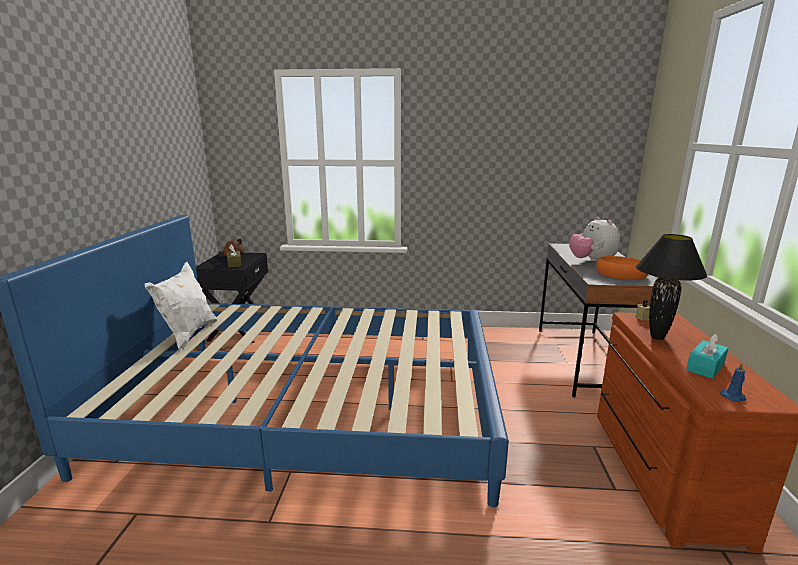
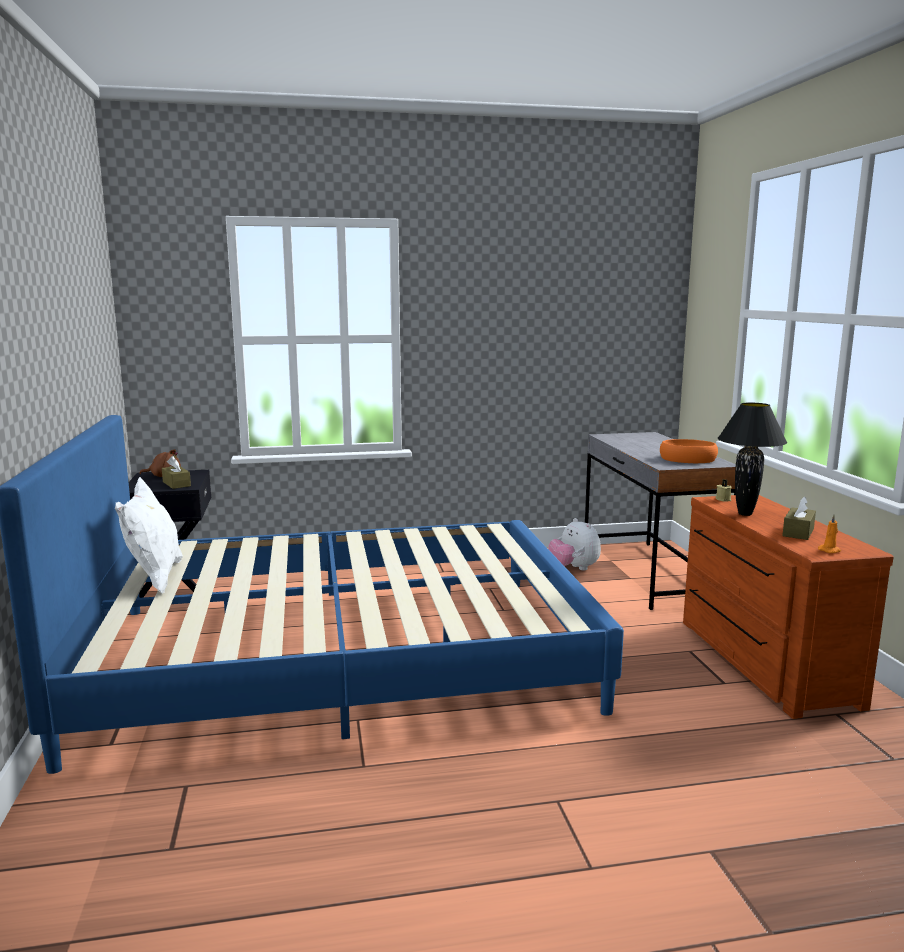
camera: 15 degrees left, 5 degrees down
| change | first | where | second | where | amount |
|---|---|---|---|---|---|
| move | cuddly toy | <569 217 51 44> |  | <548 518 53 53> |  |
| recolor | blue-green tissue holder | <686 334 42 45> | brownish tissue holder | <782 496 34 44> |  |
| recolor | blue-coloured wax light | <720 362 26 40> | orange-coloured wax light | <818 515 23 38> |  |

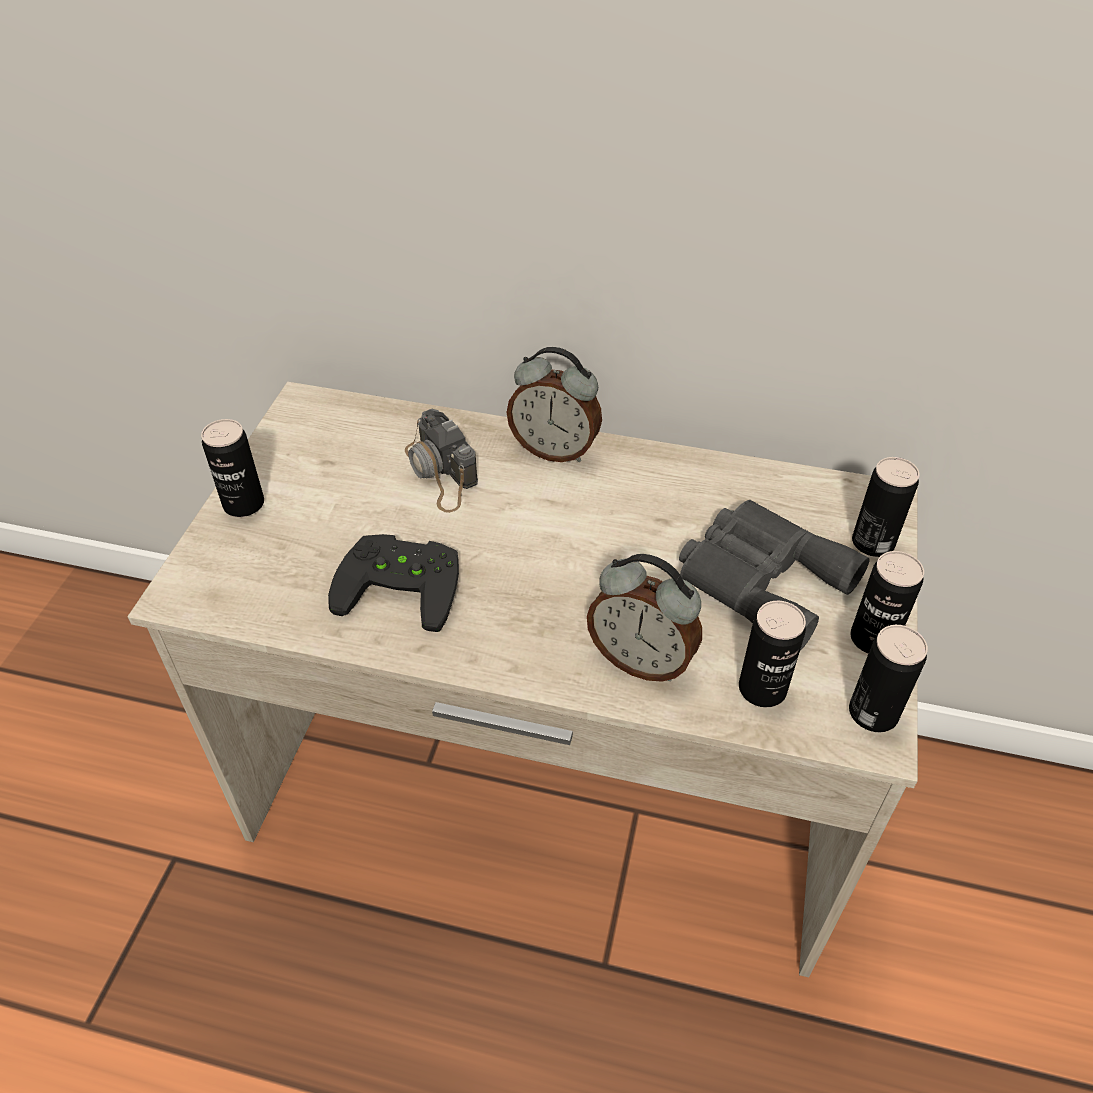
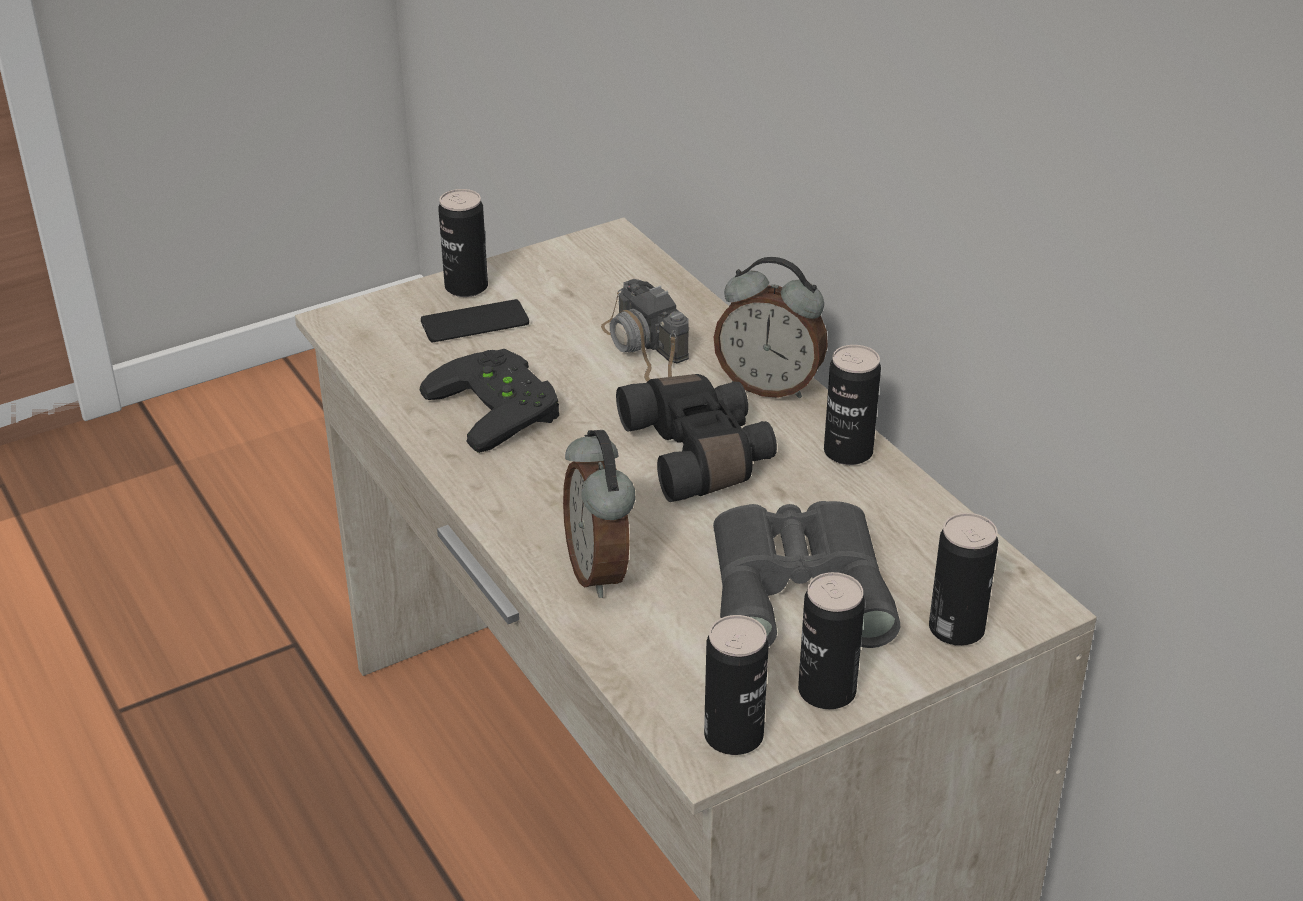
camera: 45 degrees right, 10 degrees down
| change | first | where | second | where | amount |
|---|---|---|---|---|---|
| rotate | still camera | <405 409 73 104> |  | <601 279 88 103> | 45 degrees counterclockwise |
| rotate | bedside clock | <507 347 95 115> |  | <714 257 114 141> | 45 degrees counterclockwise |
| move | sealed can | <739 601 67 106> |  | <824 345 57 120> |  |
| insert |  |  | handset | <421 299 108 43> |  |
| insert |  |  | black binoculars | <616 374 161 128> |  |

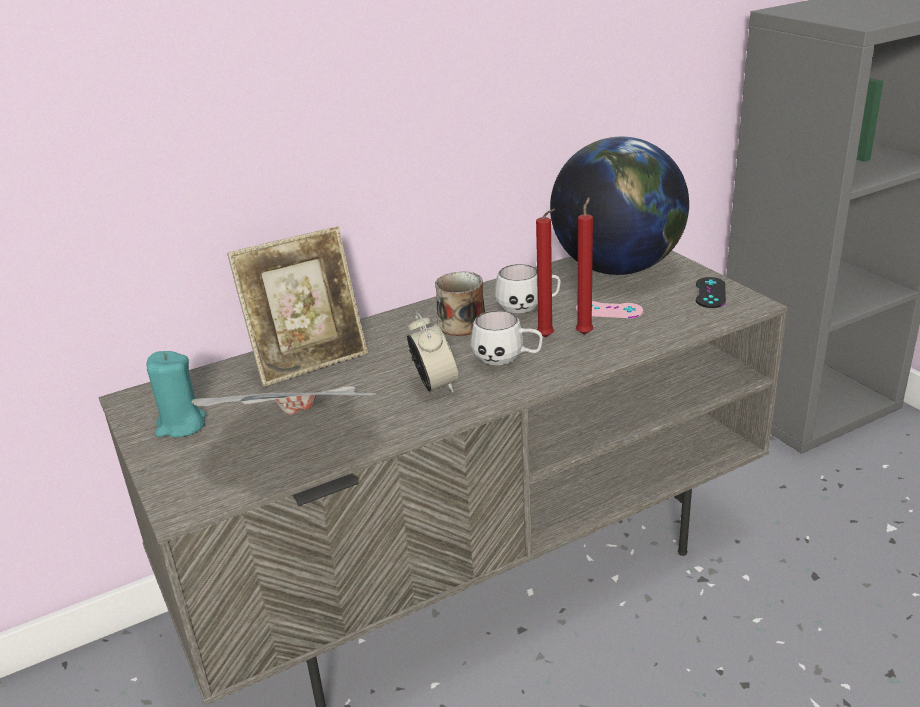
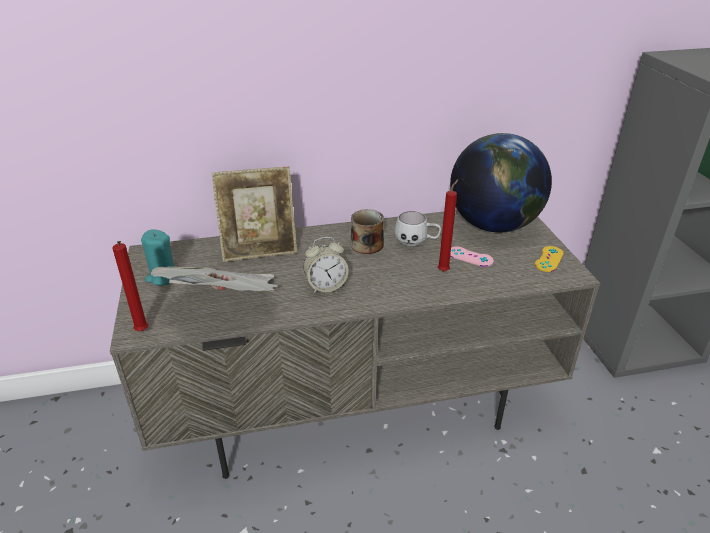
camera: 15 degrees right, 5 degrees up
| change | first | where | second | where | amount |
|---|---|---|---|---|---|
| rotate | bedside clock | <407 312 52 81> |  | <303 237 45 56> | 75 degrees clockwise |
| delete | whitish coffee mug | <471 310 72 55> |  |  |  |
| move | red wax light | <536 209 19 128> |  | <112 241 36 90> |  |
| recolor | black game controller | <696 277 30 31> | yellow-coloured game controller | <535 246 29 26> |  |

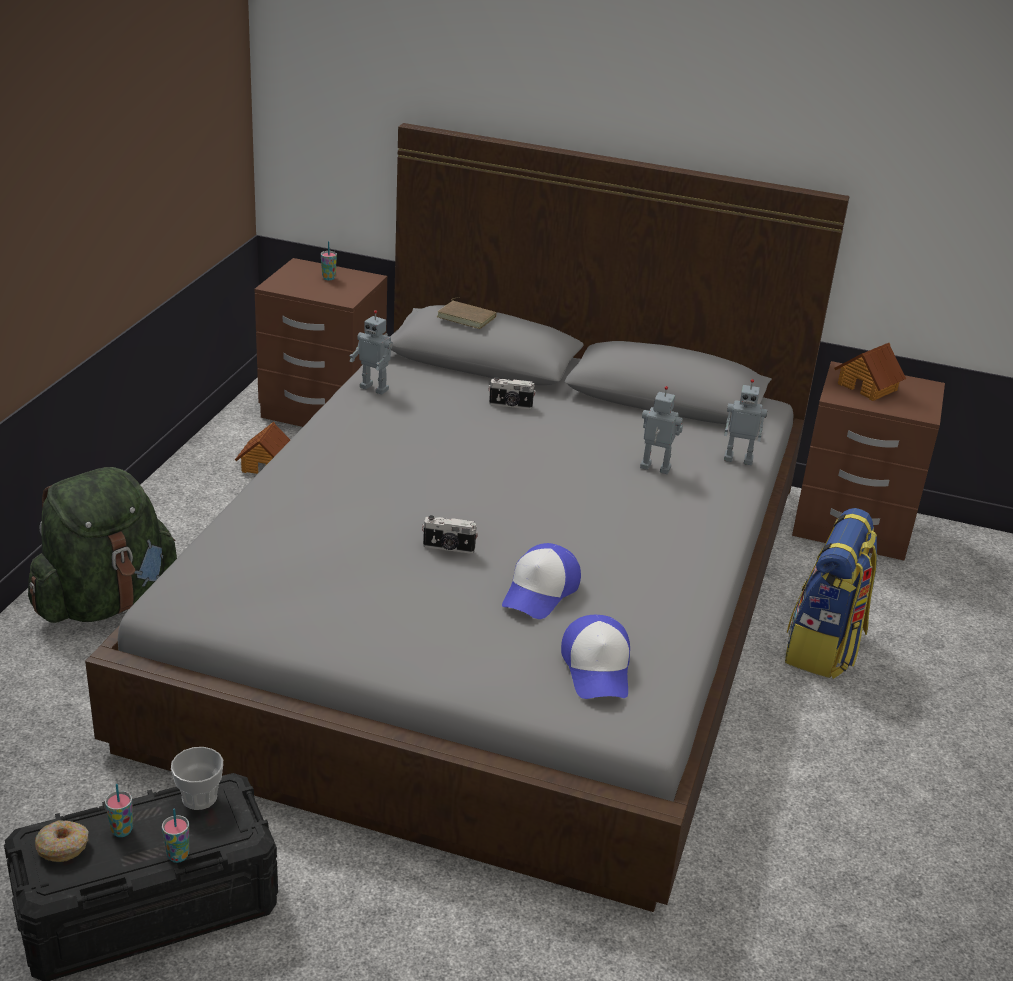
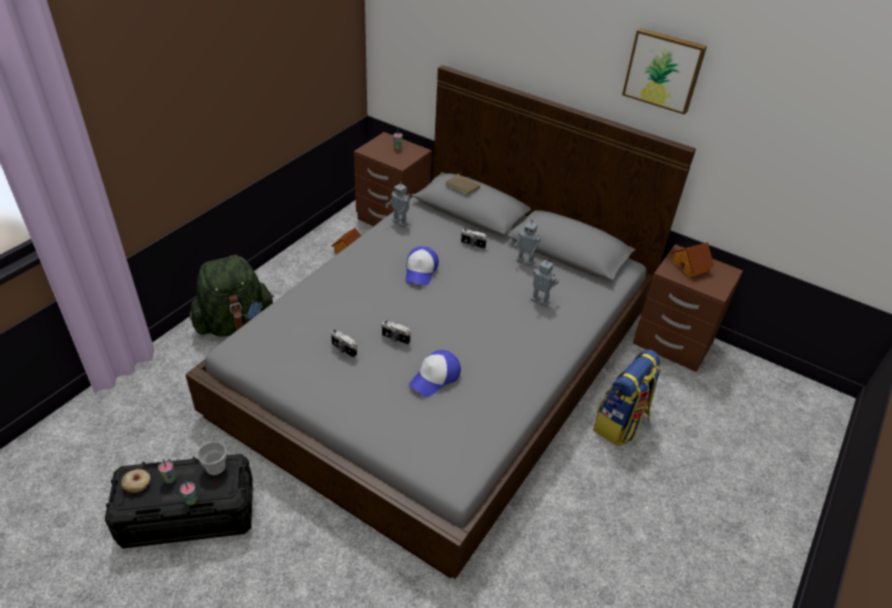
camera: 15 degrees right, 10 degrees up
| change | first | where | second | where | amount |
|---|---|---|---|---|---|
| move | peaked cap | <561 615 69 84> |  | <405 246 34 40> |  |
| move | robot figure | <724 379 44 86> |  | <514 220 27 47> |  |
| insert |  |  | still camera | <331 329 26 29> |  |
| insert |  |  | picture | <622 28 85 87> |  |

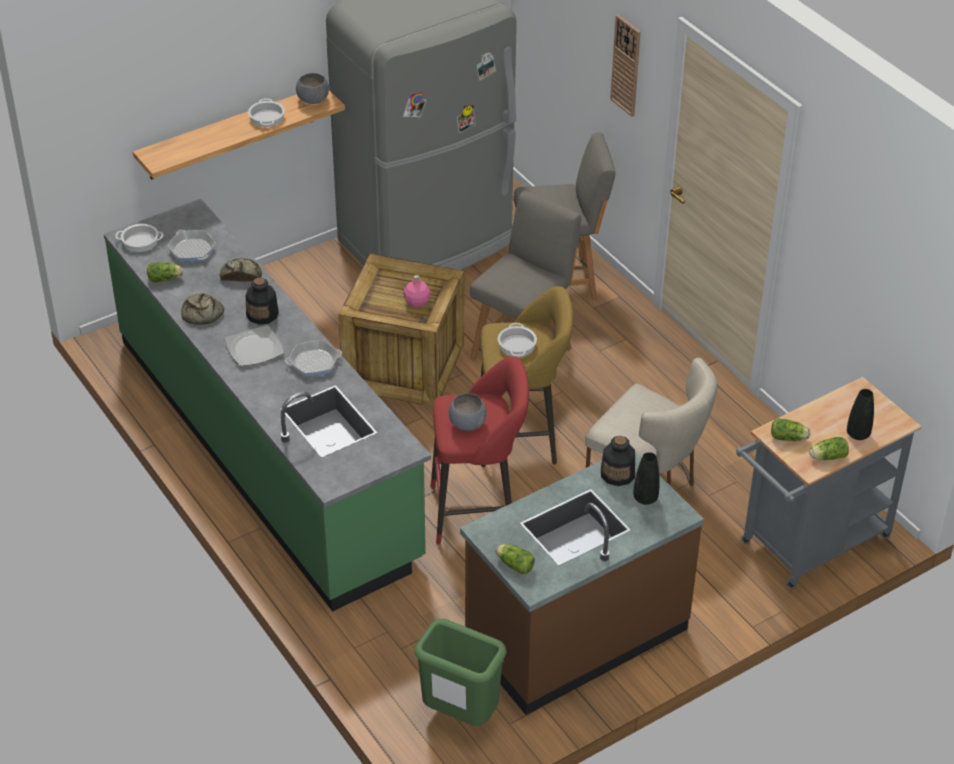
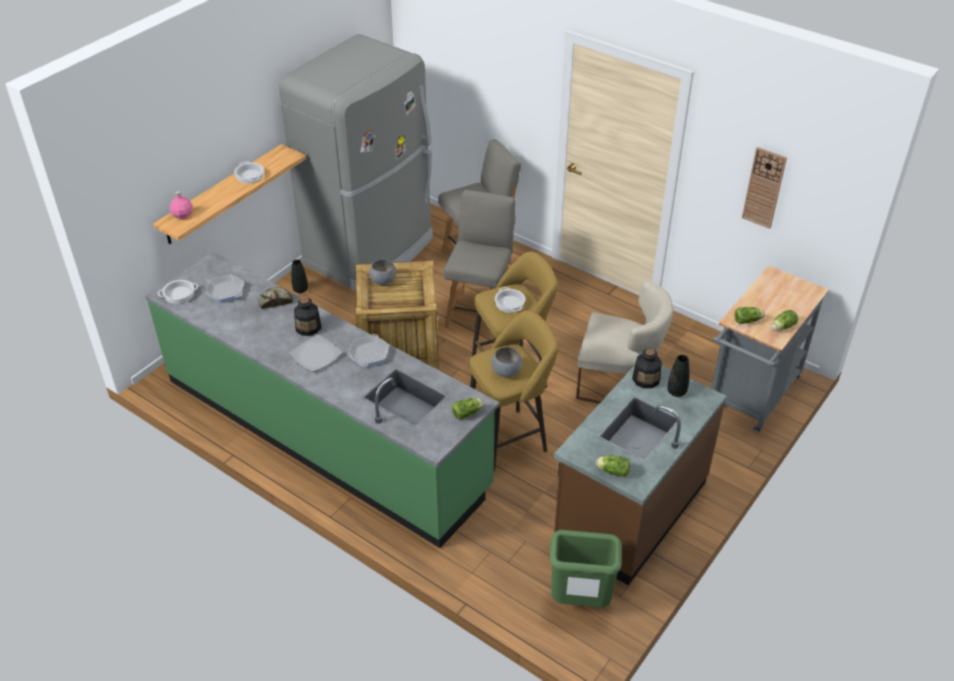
camera: 20 degrees left, 0 degrees up
| change | first | where | second | where | amount |
|---|---|---|---|---|---|
| move | lettuce | <147 262 36 20> |  | <452 398 32 21> |  |
| delete | baked bread | <181 293 43 32> |  |  |  |
| rotate | pan | <285 340 57 37> |  | <348 334 41 33> | 135 degrees clockwise |
| move | greyish deep dish | <296 73 33 31> |  | <369 260 27 25> |  |
| move | pink-coloured beverage bottle | <403 275 28 32> |  | <170 191 23 28> |  |
| recolor | red stool | <430 356 99 188> | yellow-coloured stool | <469 310 89 161> |  |
| move | clock on the wall | <610 15 31 102> |  | <742 147 45 82> |  |
| move | black vase | <847 389 27 51> |  | <291 260 17 33> |  |

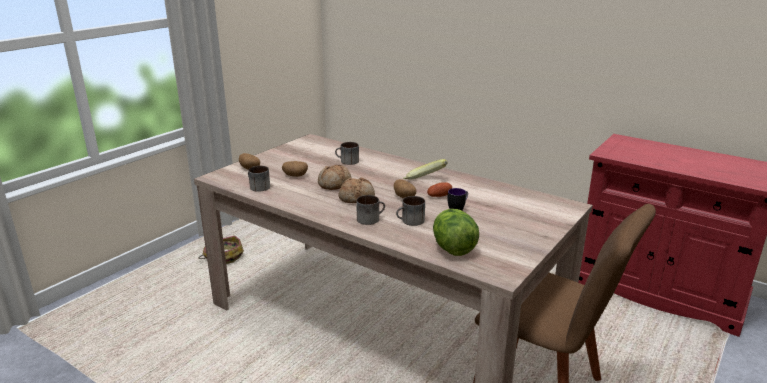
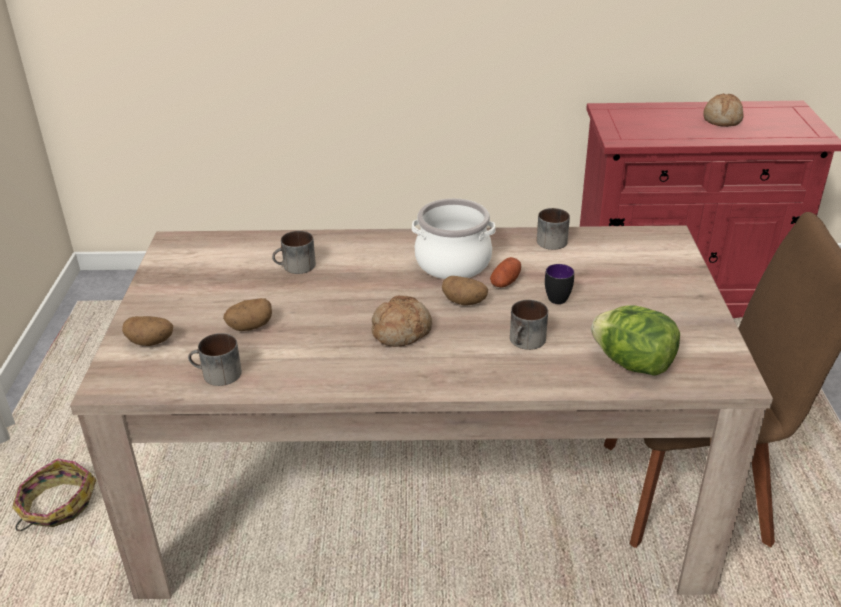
camera: 35 degrees left, 10 degrees up
| change | first | where | second | where | amount |
|---|---|---|---|---|---|
| move | baked bread | <318 165 33 25> |  | <703 93 41 34> |  |
| move | coffee mug | <356 195 29 30> |  | <537 208 33 42> |  |
| replace | banana fruit | <403 159 44 21> | saucepot | <412 198 84 81> |  |

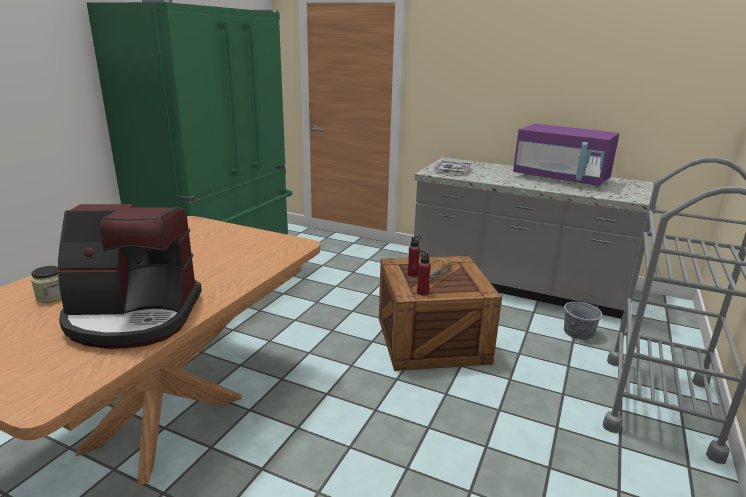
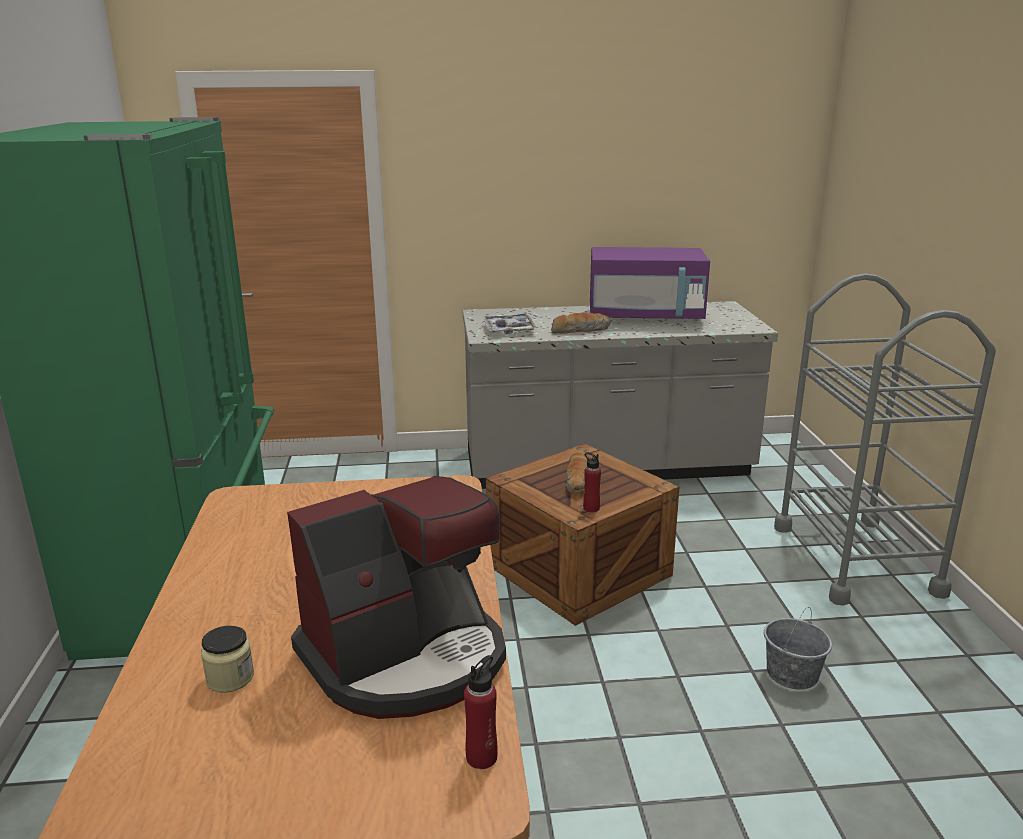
camera: 30 degrees left, 0 degrees up
| change | first | where | second | where | amount |
|---|---|---|---|---|---|
| move | red beverage bottle | <408 236 13 41> |  | <464 655 34 114> |  |
| move | greyish pail | <564 294 39 46> |  | <764 607 68 83> |  |
| insert |  |  | baked bread | <551 312 60 22> |  |

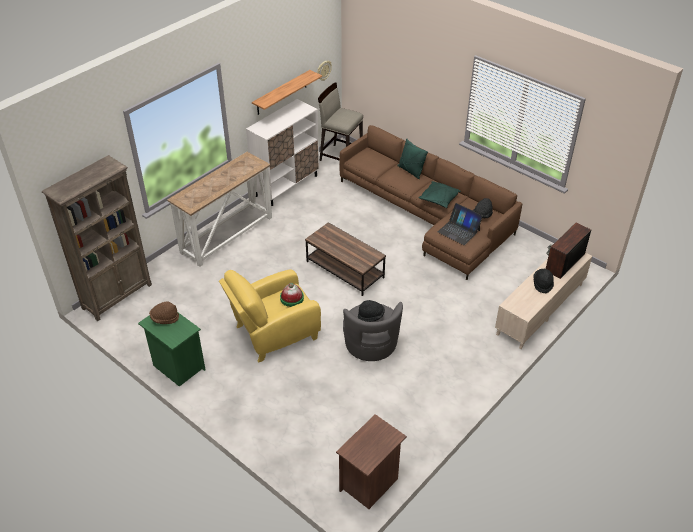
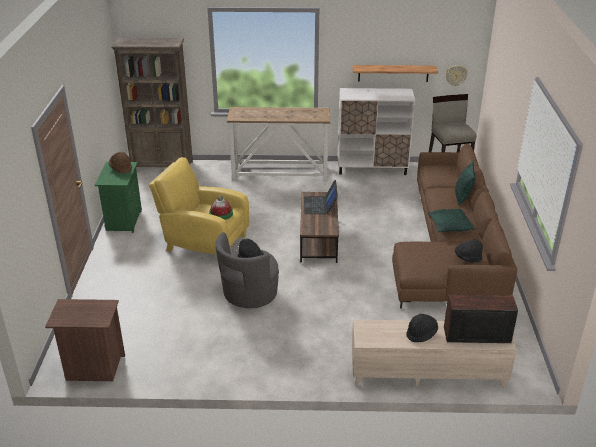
camera: 50 degrees right, 10 degrees down
| change | first | where | second | where | amount |
|---|---|---|---|---|---|
| move | portable computer | <438 203 45 42> |  | <304 180 34 34> |  |

